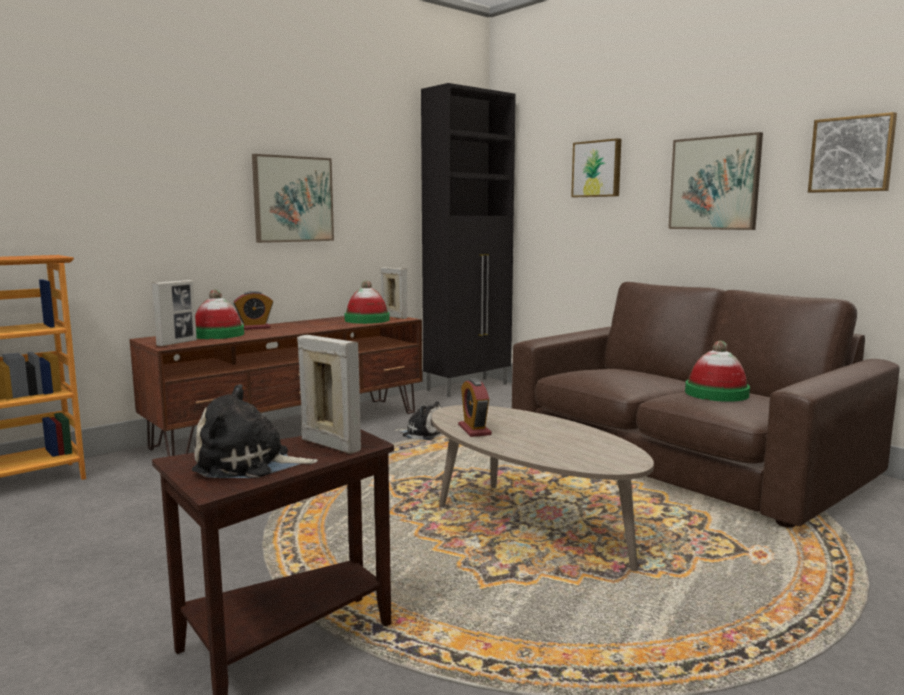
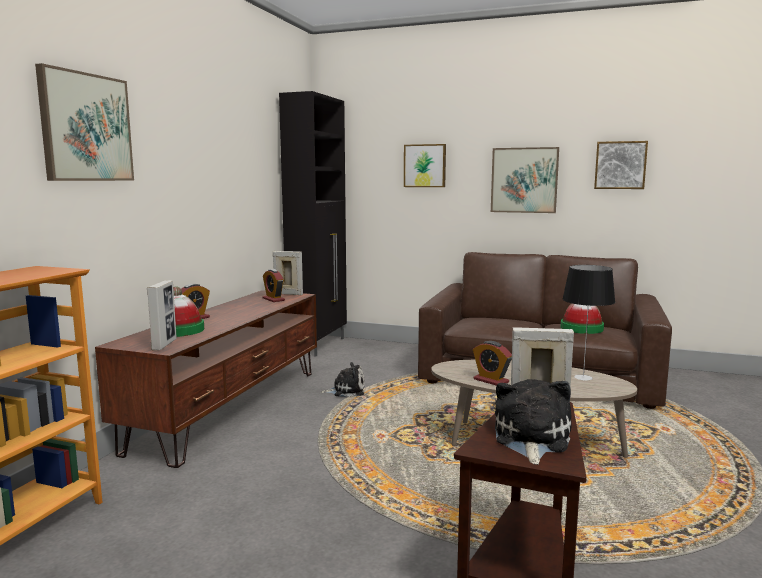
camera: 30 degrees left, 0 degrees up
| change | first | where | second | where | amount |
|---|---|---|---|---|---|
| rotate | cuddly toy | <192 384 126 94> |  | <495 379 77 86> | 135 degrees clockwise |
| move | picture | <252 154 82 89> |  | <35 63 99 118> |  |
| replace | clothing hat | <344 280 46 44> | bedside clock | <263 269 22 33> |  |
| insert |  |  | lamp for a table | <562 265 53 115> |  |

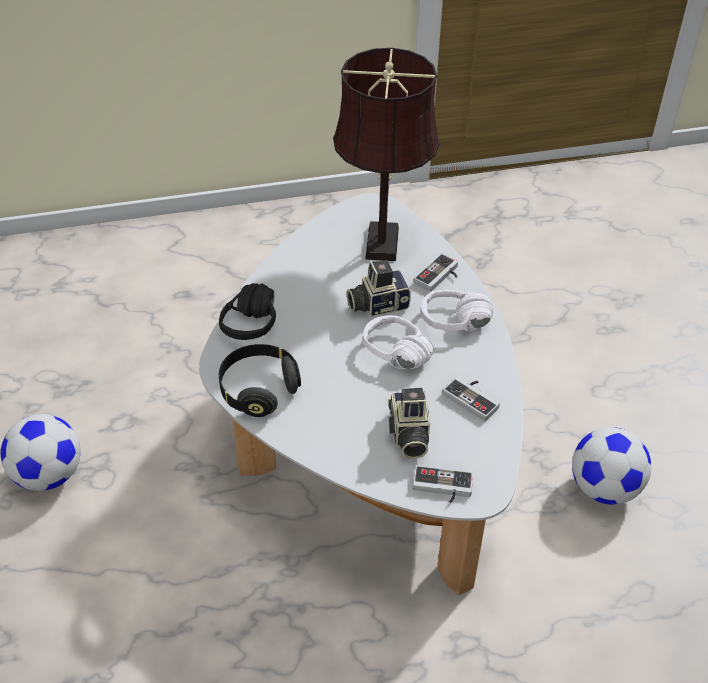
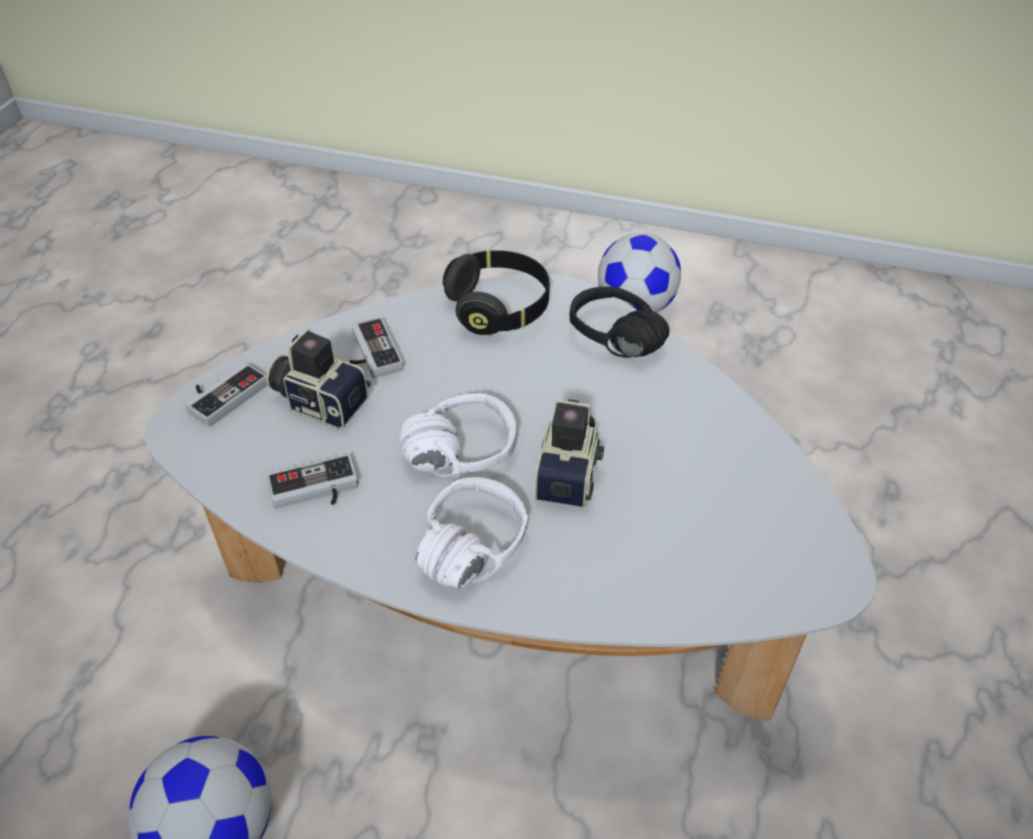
camera: 120 degrees right, 0 degrees up
| change | first | where | second | where | amount |
|---|---|---|---|---|---|
| delete | brownish lamp for a table | <333 48 107 213> |  |  |  |
| move | game controller | <414 253 44 39> |  | <350 317 54 61> |  |

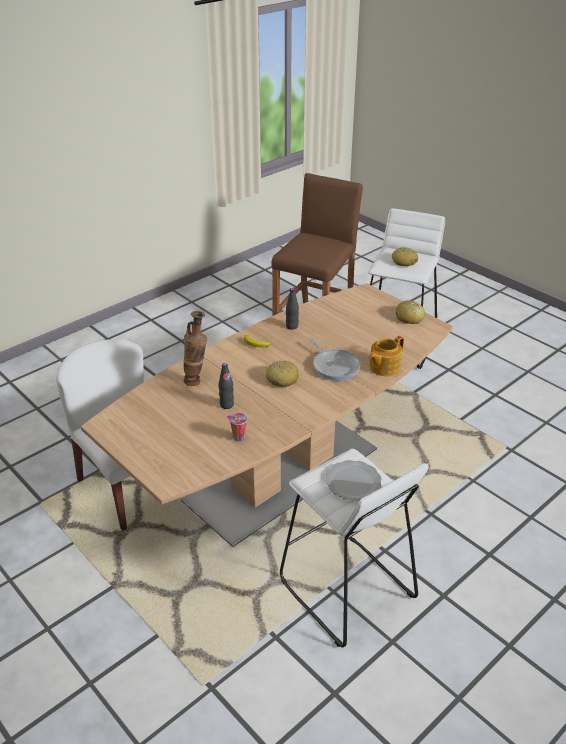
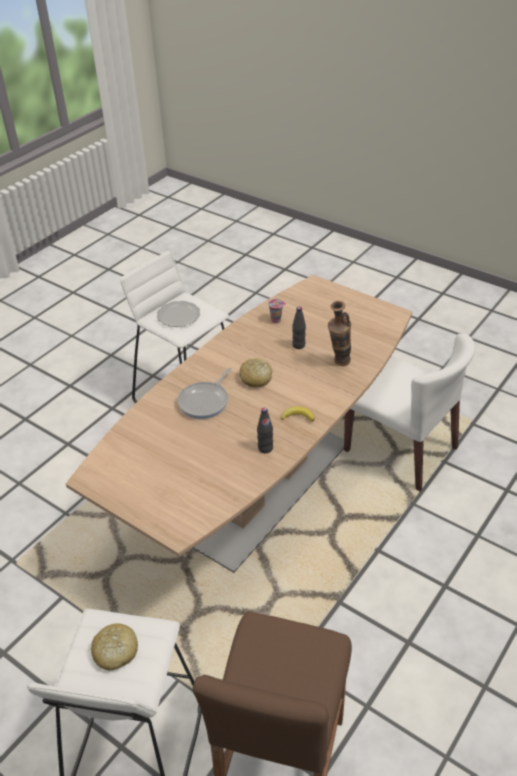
camera: 170 degrees right, 5 degrees up
| change | first | where | second | where | amount |
|---|---|---|---|---|---|
| rotate | pan | <309 338 52 42> |  | <177 368 55 51> | 105 degrees counterclockwise |
| delete | teapot | <369 336 35 40> |  |  |  |
| delete | baked bread | <396 300 29 24> |  |  |  |

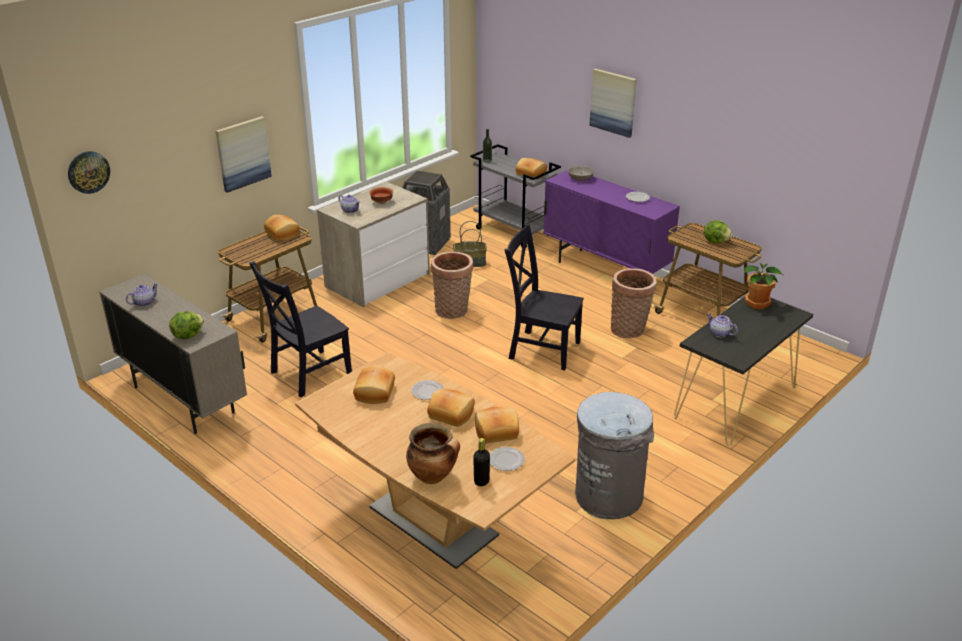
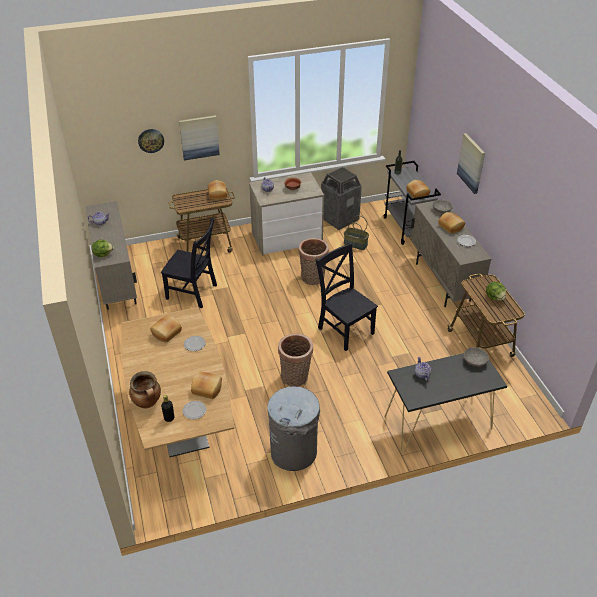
camera: 30 degrees right, 10 degrees up
| change | first | where | second | where | amount |
|---|---|---|---|---|---|
| move | clock on the wall | <68 151 42 43> |  | <138 129 26 24> |  |
| rotate | black plain chair | <249 261 103 136> |  | <161 218 56 90> | 150 degrees counterclockwise |
| move | baked bread | <427 389 48 38> |  | <438 212 27 22> |  |
| recolor | purple-coloured cupboard | <543 170 137 104> | beige-coloured cupboard | <411 199 80 108> |  |
| move | basket | <611 268 46 70> |  | <278 333 35 54> |  |
| replace | houseplant | <744 263 40 46> | greyish deep dish | <464 347 25 20> |  |

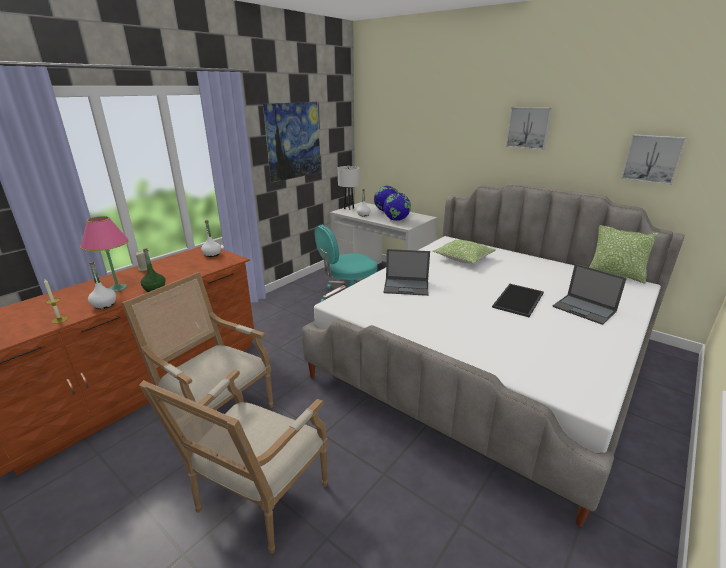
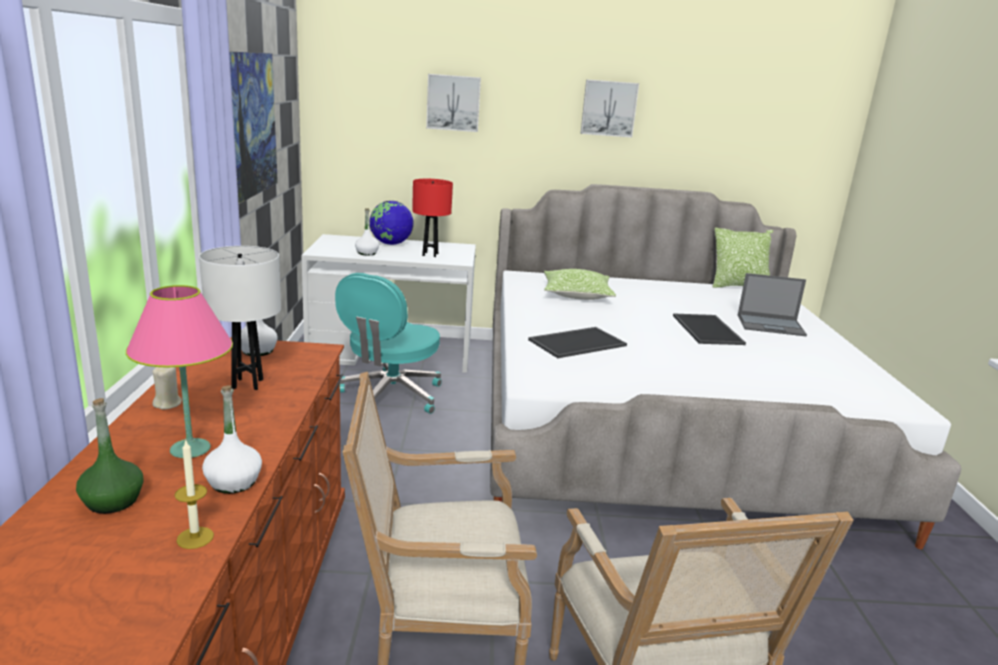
camera: 40 degrees left, 5 degrees down
| change | first | where | second | where | amount |
|---|---|---|---|---|---|
| move | green beverage bottle | <140 248 26 44> |  | <76 398 68 116> |  |
| move | whitish lamp for a table | <337 166 23 44> |  | <199 246 82 144> |  |
| replace | globe | <383 193 28 28> | red lamp for a table | <412 179 41 78> |  |
| replace | portable computer | <383 249 47 47> | tray | <528 327 99 31> |  |
| move | picture | <621 135 65 50> |  | <426 74 55 58> |  |

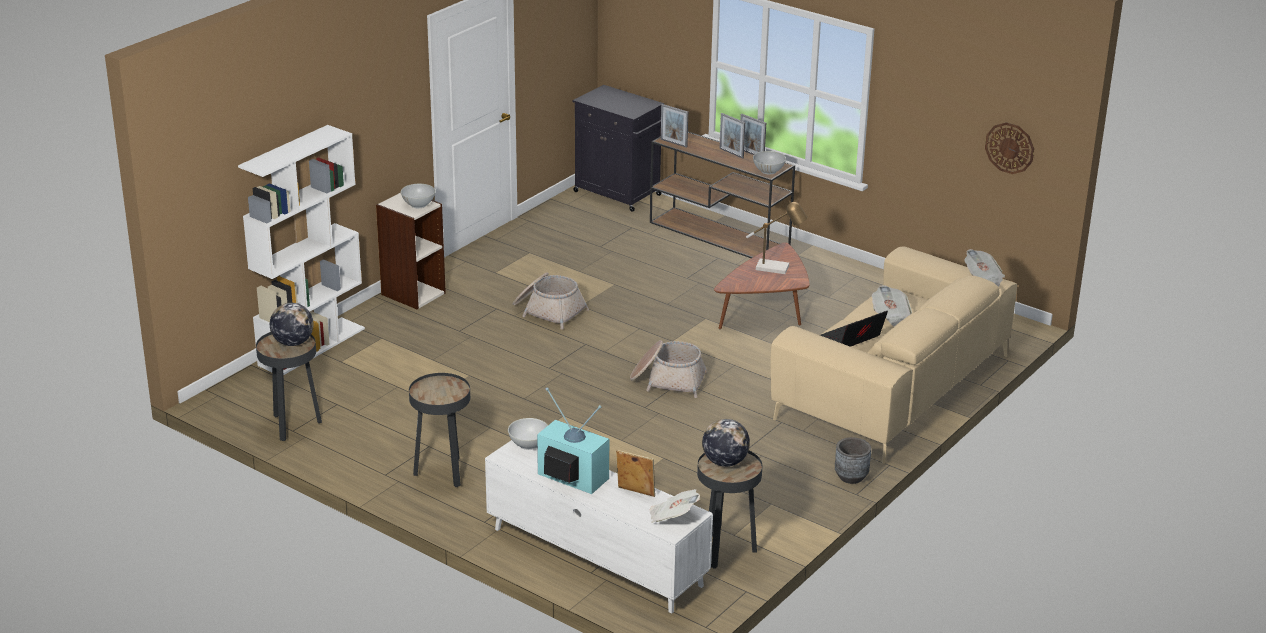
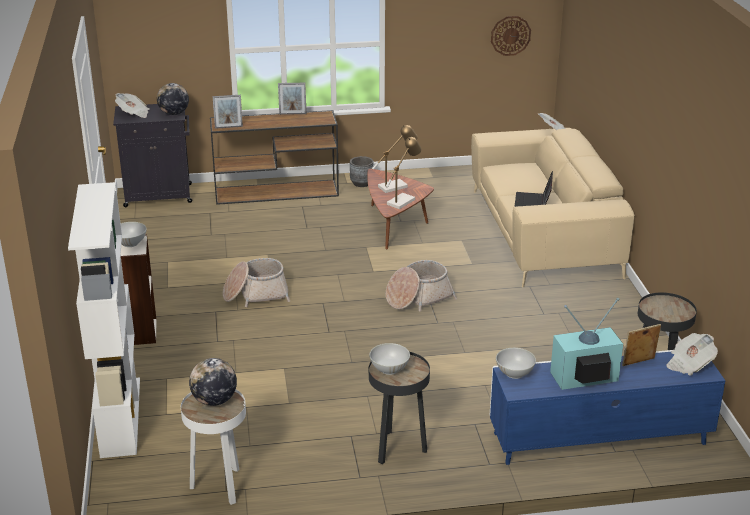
camera: 45 degrees left, 0 degrees up
| change | first | where | second | where | amount |
|---|---|---|---|---|---|
| recolor | black side table | <256 332 66 109> | whitish side table | <181 390 65 115> |  |
| recolor | whitish media console | <485 440 228 174> | blue-coloured media console | <490 350 235 115> |  |
| move | globe | <702 419 48 48> |  | <157 83 32 32> |  |
| delete | photo frame | <719 113 26 46> |  |  |  |
| move | whitish deep dish | <753 151 33 24> |  | <369 343 41 32> |  |
| move | greyish plant pot | <835 437 36 47> |  | <350 156 24 31> |  |
| move | daily paper | <872 285 40 42> |  | <115 93 34 25> |  |
| insert |  |  | lamp for a table | <386 137 35 72> |  |

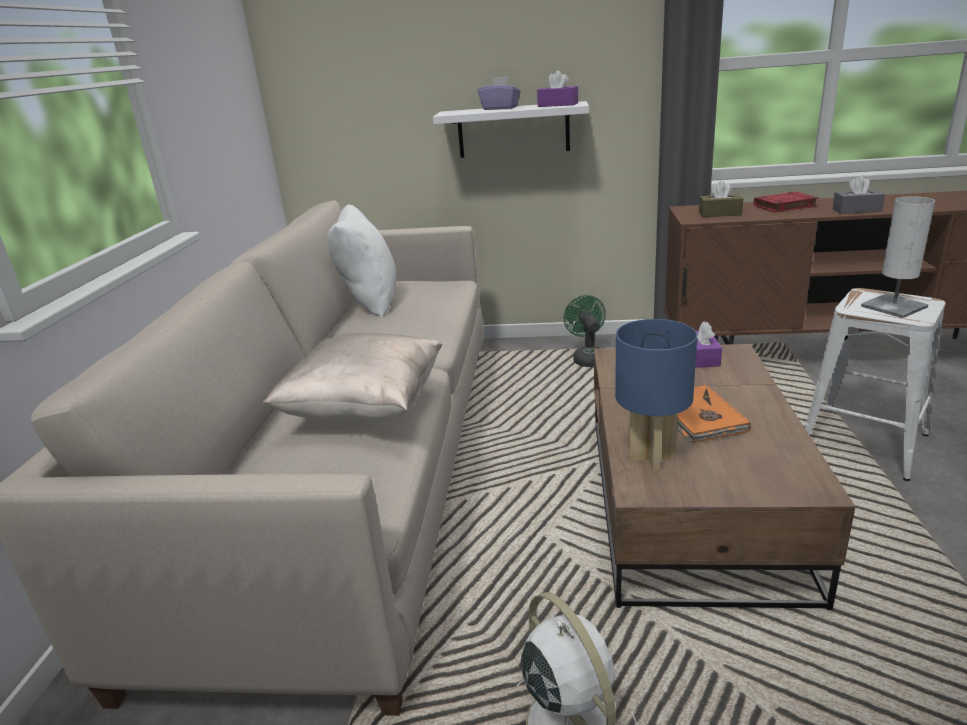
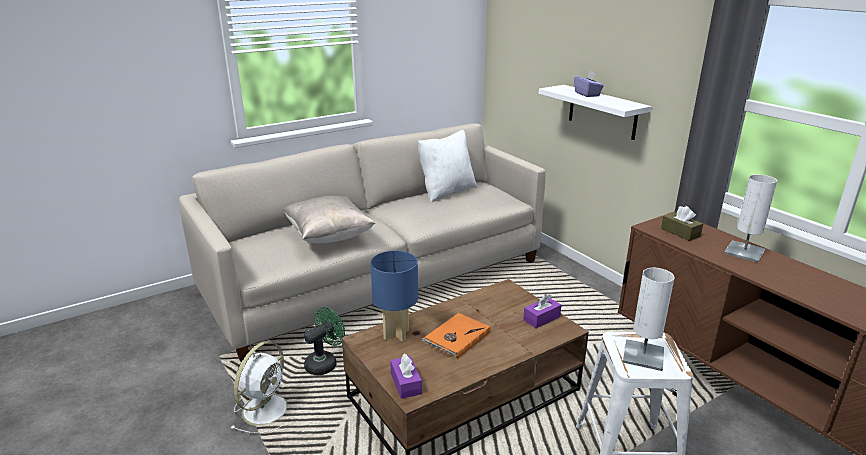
camera: 50 degrees right, 0 degrees up
| change | first | where | second | where | amount |
|---|---|---|---|---|---|
| move | purple-coloured tissue holder | <537 71 41 36> |  | <390 354 32 45> |  |
| move | green electric fan | <564 295 42 72> |  | <304 307 41 68> |  |
| replace | red book | <754 192 65 20> | whitish lamp for a table | <724 174 53 89> |  |
| delete | greyish tissue holder | <832 175 53 39> |  |  |  |

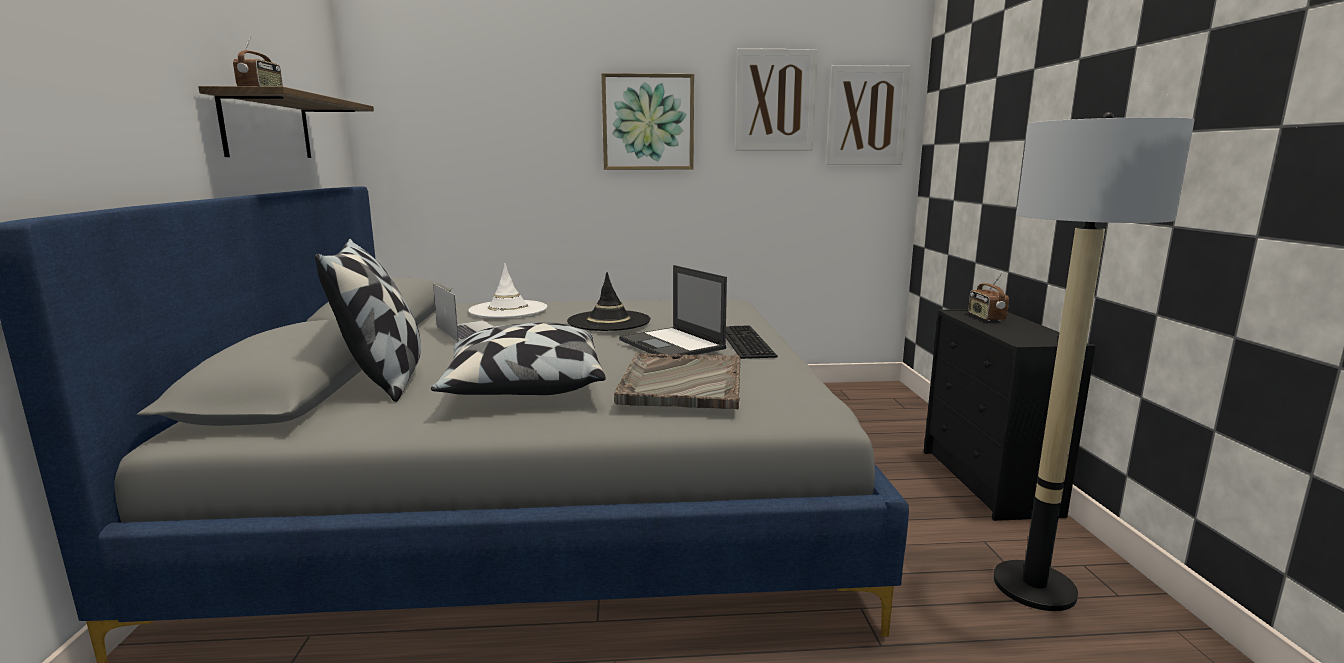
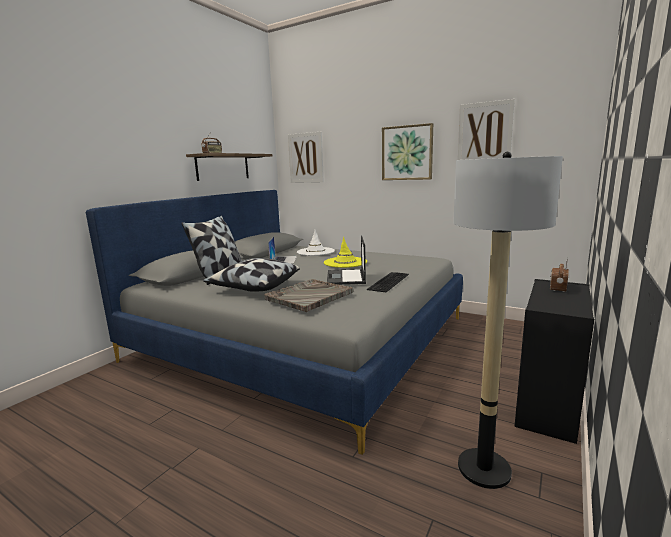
camera: 35 degrees right, 0 degrees up
| change | first | where | second | where | amount |
|---|---|---|---|---|---|
| recolor | black clothing hat | <567 272 84 59> | yellow-coloured clothing hat | <324 237 43 31> |  |
| move | picture | <826 65 84 100> |  | <288 132 36 51> |  |

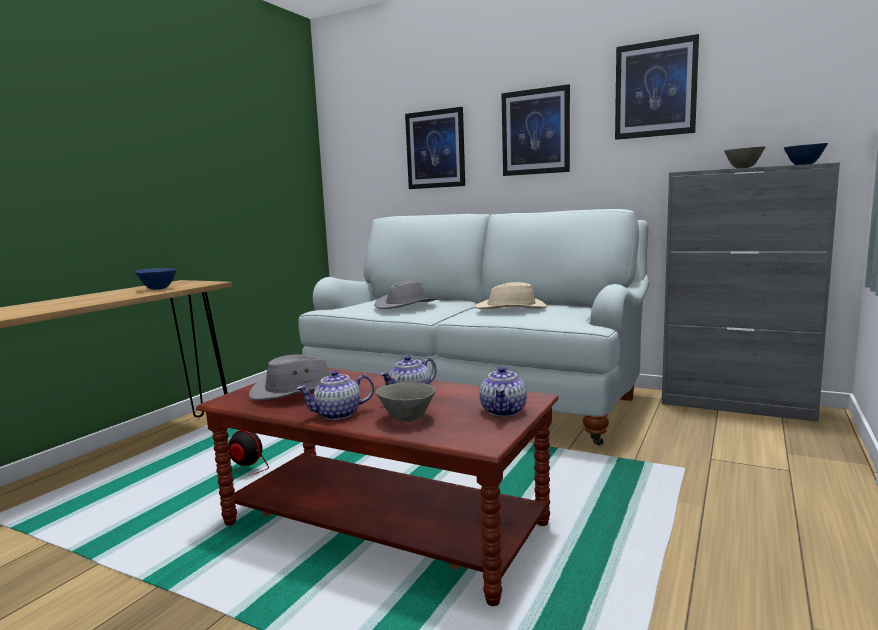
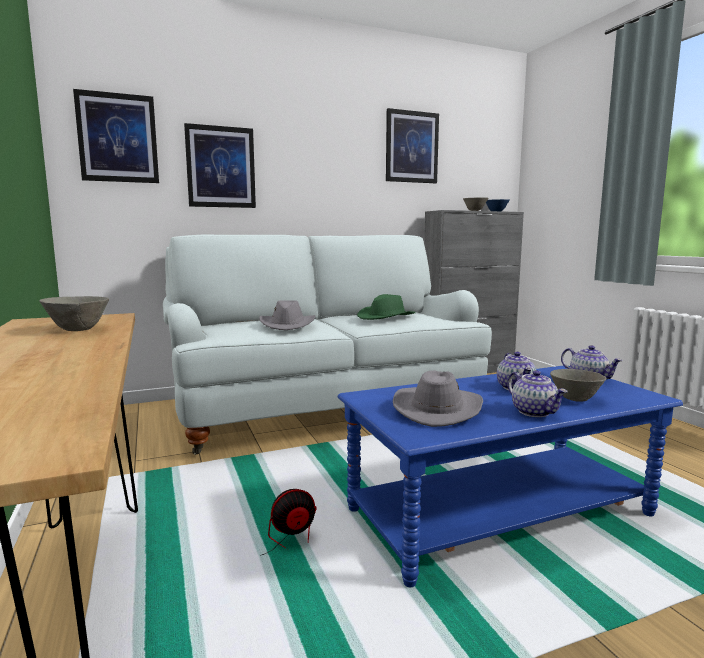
camera: 50 degrees left, 0 degrees up
| change | first | where | second | where | amount |
|---|---|---|---|---|---|
| recolor | blue-coloured deep dish | <135 268 42 22> | greyish deep dish | <39 296 70 35> |  |
| recolor | brownish lounge table | <196 368 362 238> | blue-coloured lounge table | <337 365 346 222> |  |
| rotate | teapot | <297 370 77 50> |  | <507 370 60 47> | 45 degrees counterclockwise |
| recolor | beige-coloured clothing hat | <474 282 73 27> | green clothing hat | <357 294 59 26> |  |
| move | picture | <502 84 68 92> |  | <73 89 86 94> |  |

